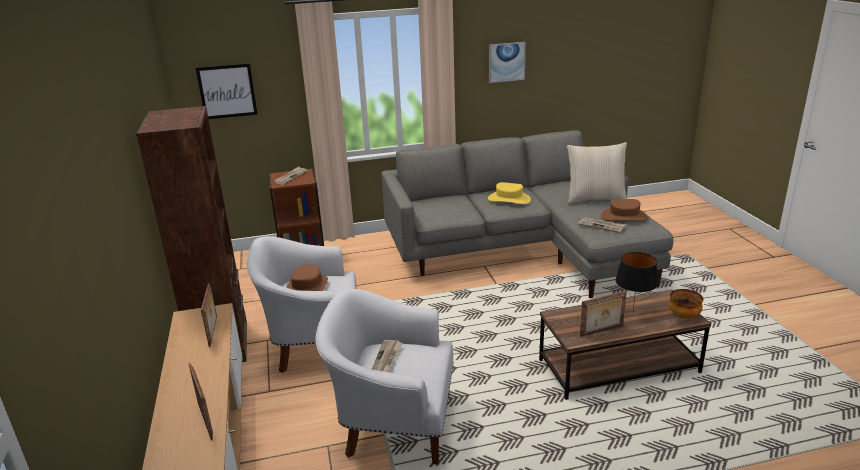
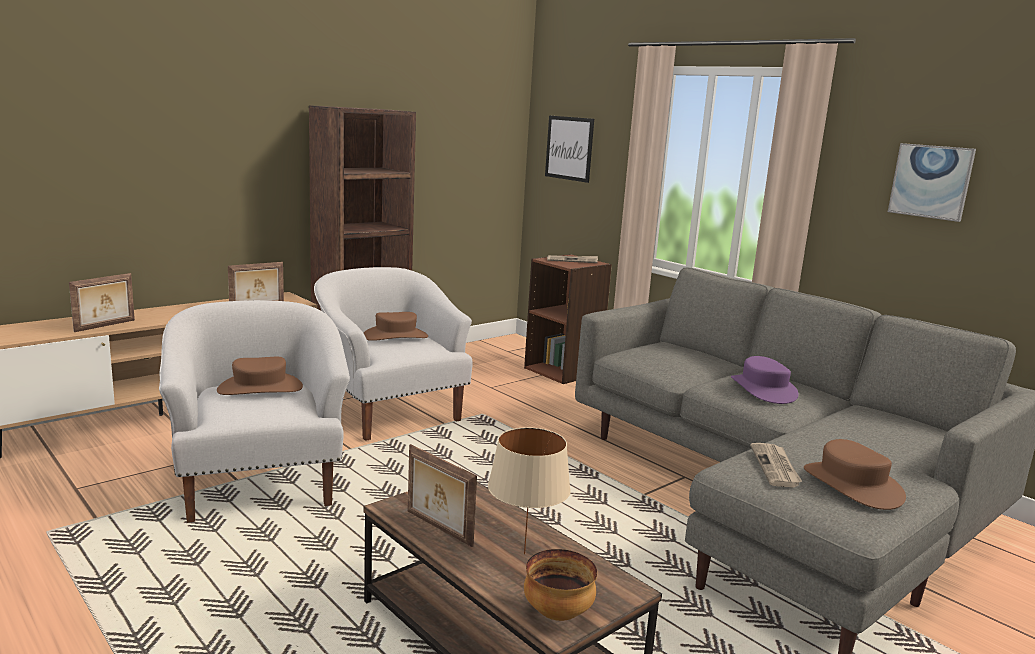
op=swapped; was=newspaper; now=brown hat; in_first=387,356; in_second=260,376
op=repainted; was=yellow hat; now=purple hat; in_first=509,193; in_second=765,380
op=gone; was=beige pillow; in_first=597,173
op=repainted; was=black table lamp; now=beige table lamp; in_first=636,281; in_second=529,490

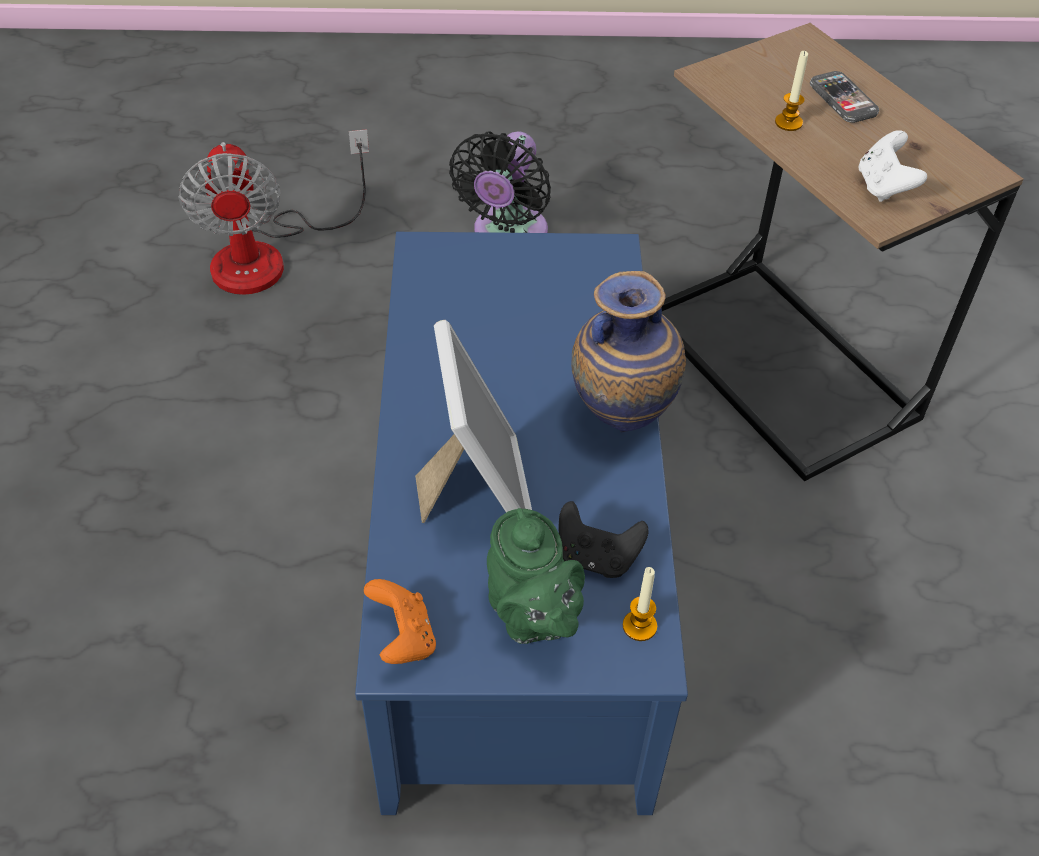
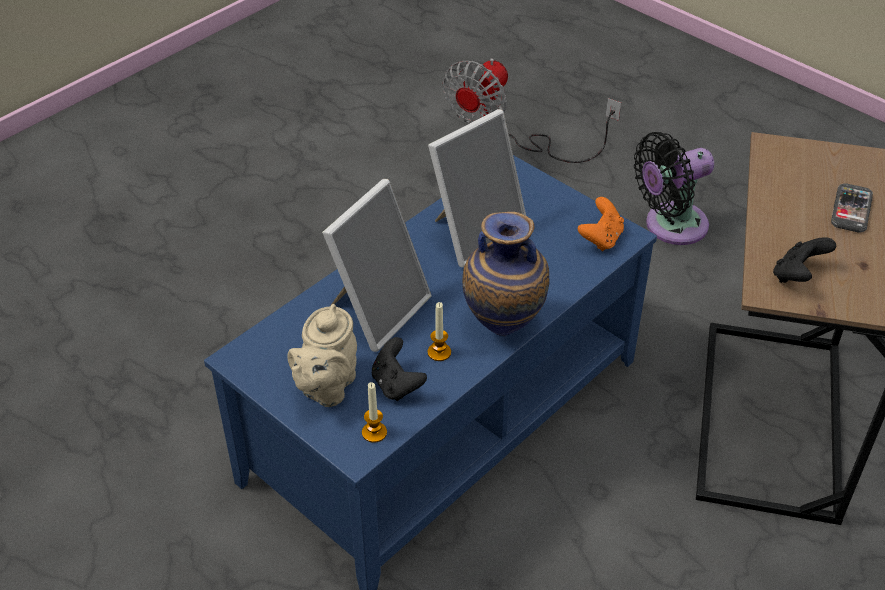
op=shifted; was=orange game controller; in_first=400,621; in_second=601,224
op=repainted; was=green teapot; now=beige teapot; in_first=536,576; in_second=322,355
op=shifted; was=candle; in_first=791,91; in_second=439,331
op=repainted; was=white game controller; now=black game controller; in_first=893,166; in_second=804,260
op=new; now=picture frame; in_second=477,188

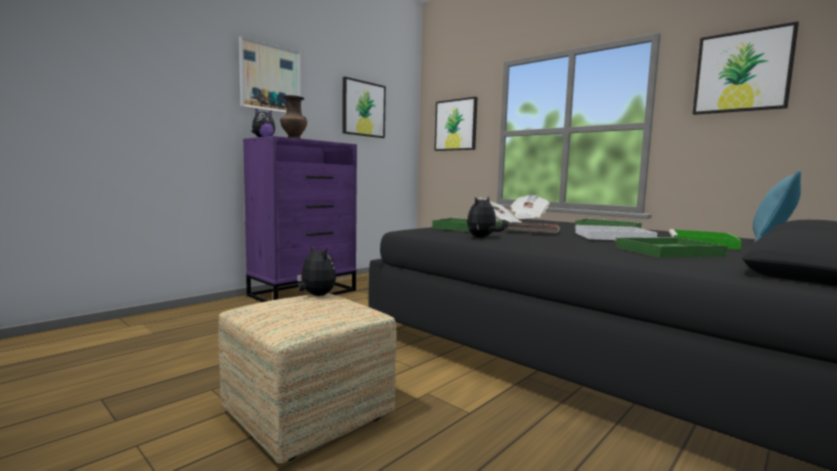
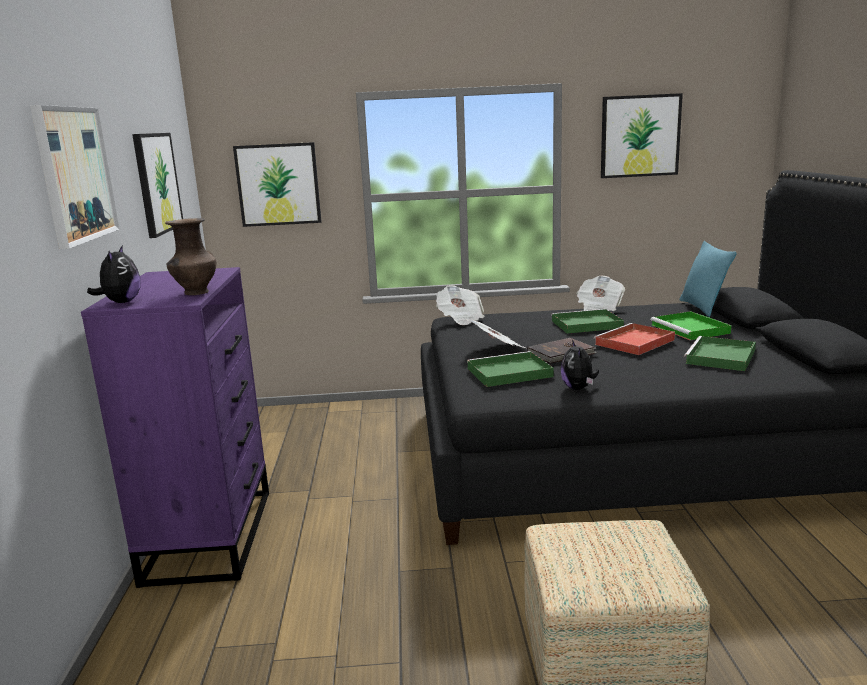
op=gone; was=plush toy; in_first=316,270
op=repainted; was=white tray; now=red tray; in_first=616,232; in_second=634,339
op=new; now=newspaper; in_second=600,293

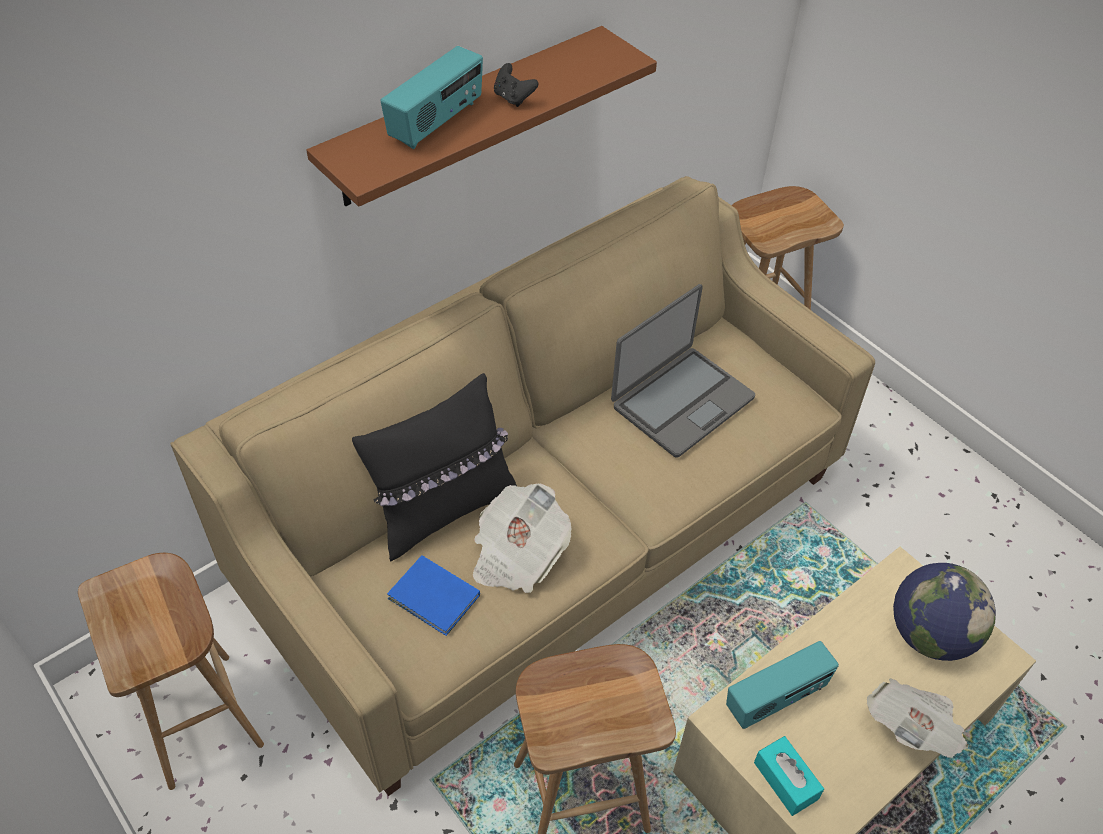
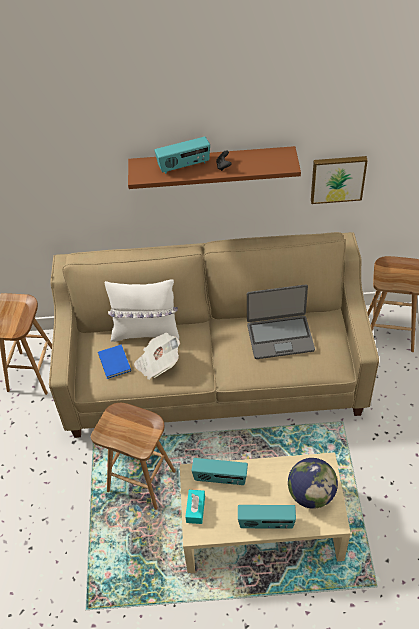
op=repainted; was=black pillow; now=white pillow; in_first=434,467; in_second=142,310
op=swapped; was=newspaper; now=radio; in_first=917,718; in_second=267,517
op=new; now=picture; in_second=339,180

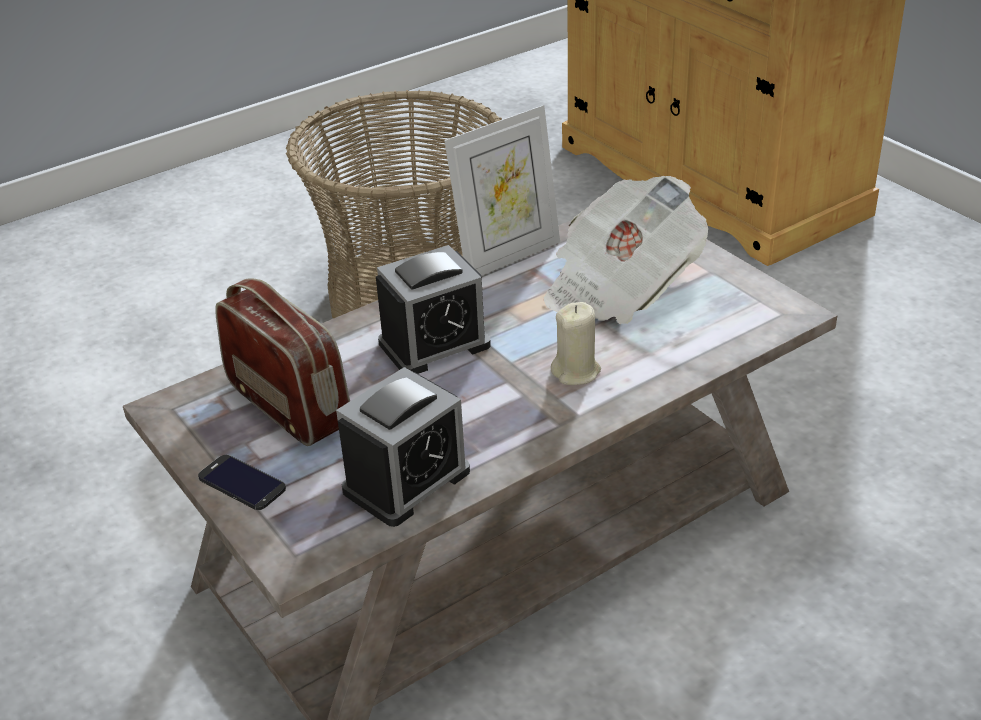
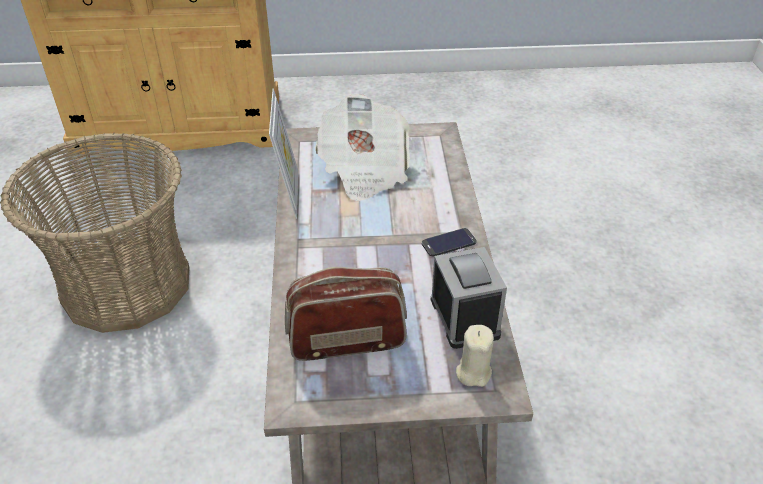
op=shifted; was=phone; in_first=242,482; in_second=449,242
op=gone; was=alarm clock; in_first=433,309
op=shifted; was=beige candle; in_first=576,343; in_second=475,356

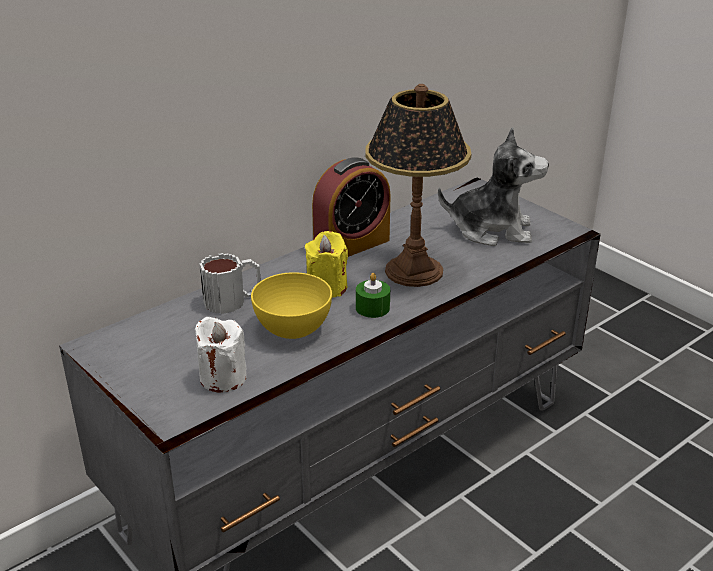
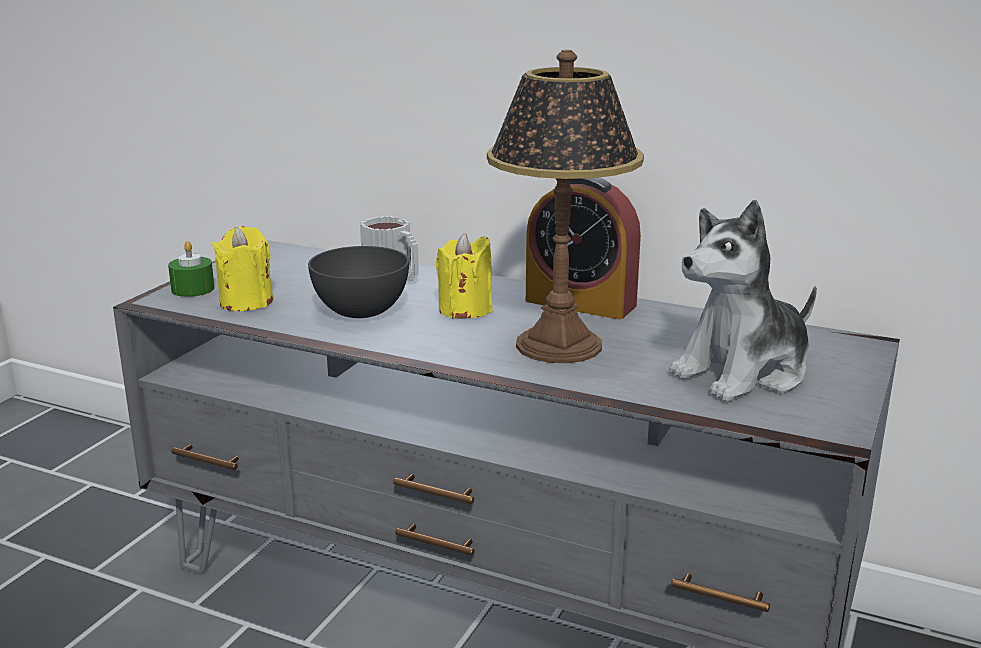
op=repainted; was=white candle; now=yellow candle; in_first=221,354; in_second=242,268
op=repainted; was=yellow bowl; now=grey bowl; in_first=291,305; in_second=358,282
op=shifted; was=green candle; in_first=373,295; in_second=191,269
op=rotated; was=plush toy; in_first=493,186; in_second=743,300; clockwise=75

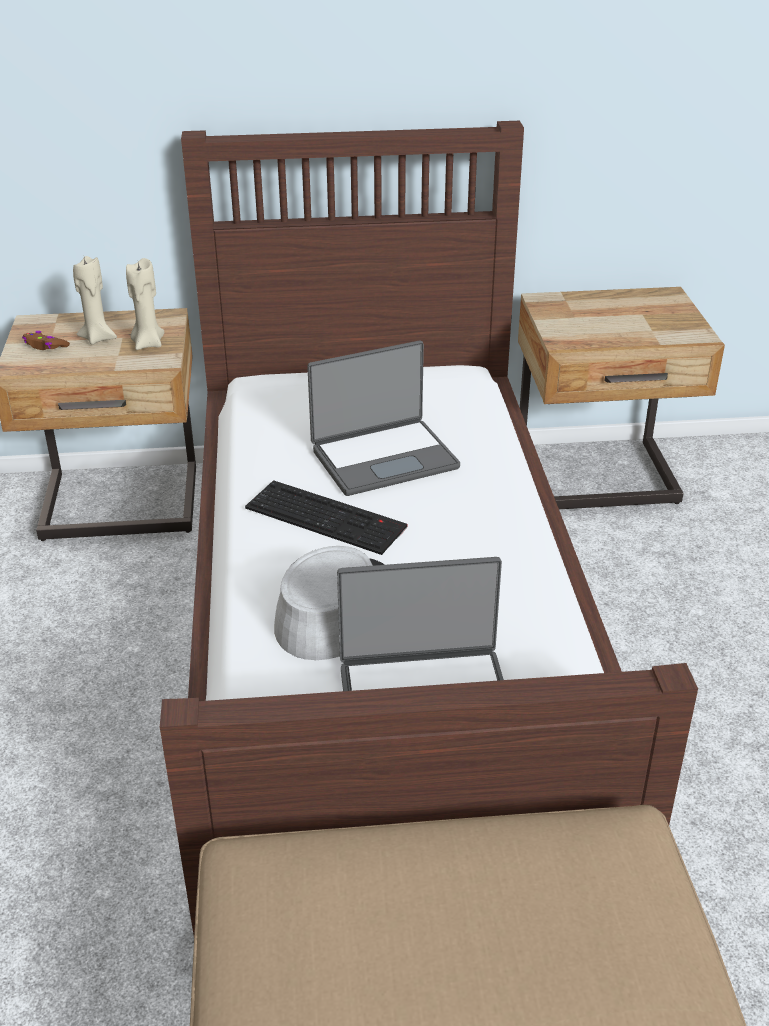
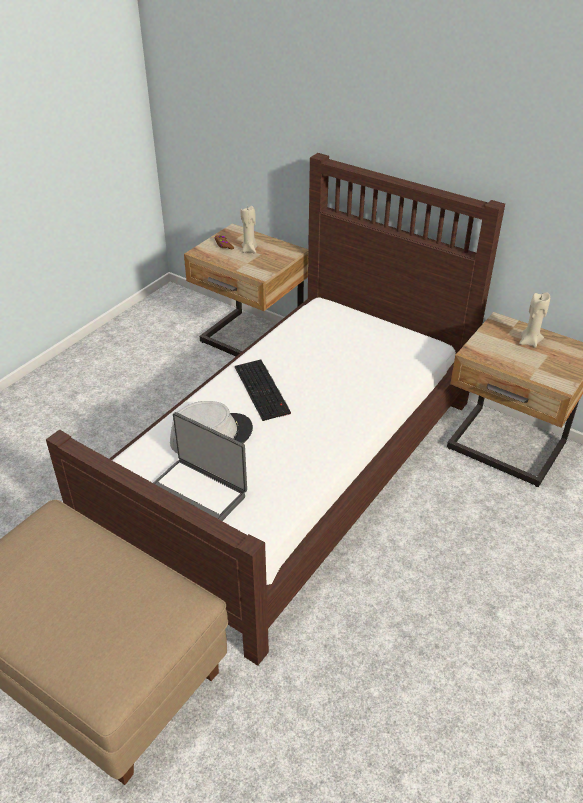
op=shifted; was=beige candle; in_first=145,304; in_second=534,320
op=gone; was=laptop; in_first=383,418

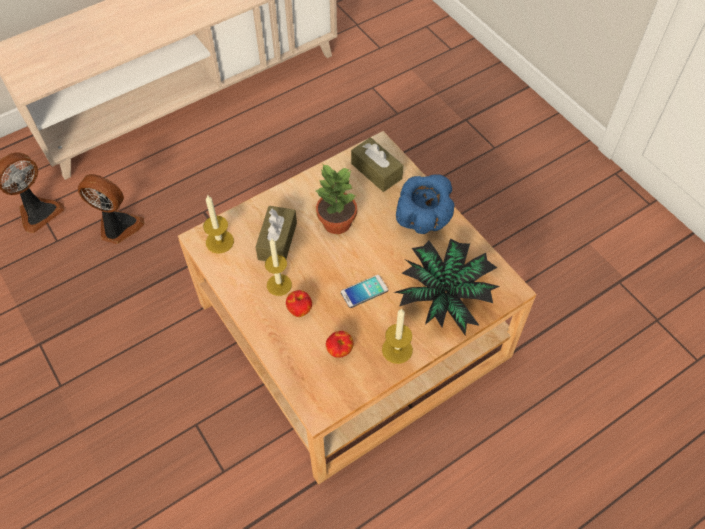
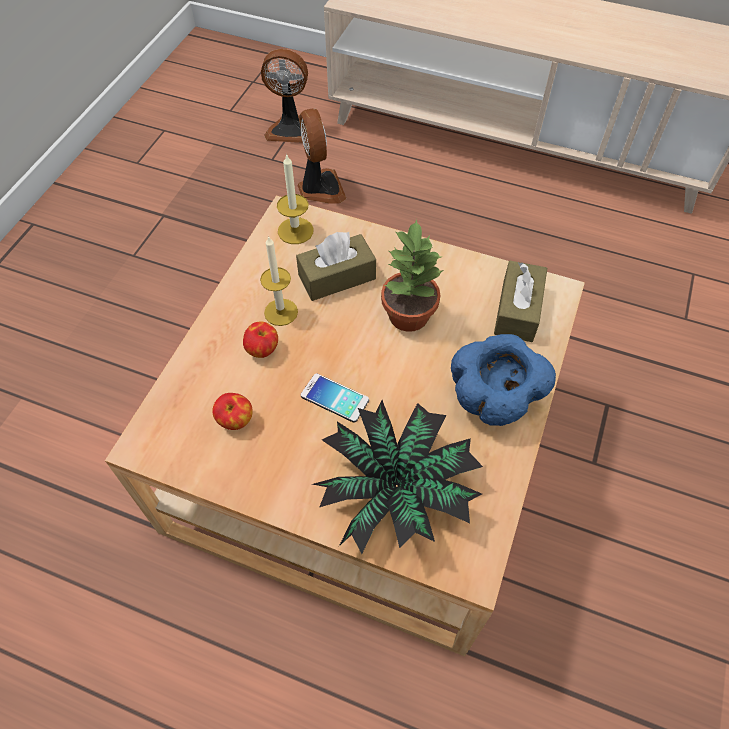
op=gone; was=candle; in_first=397,336

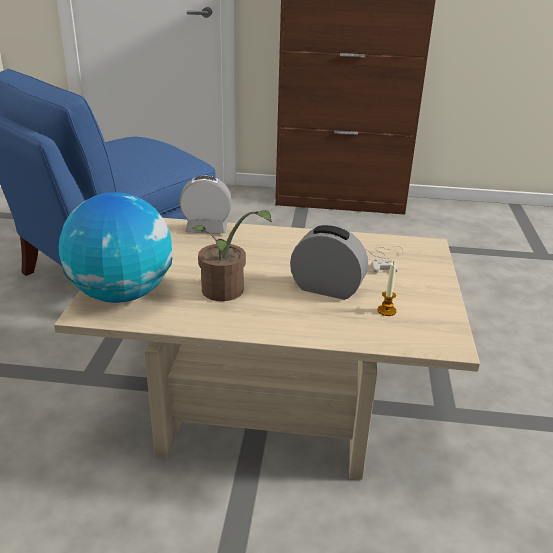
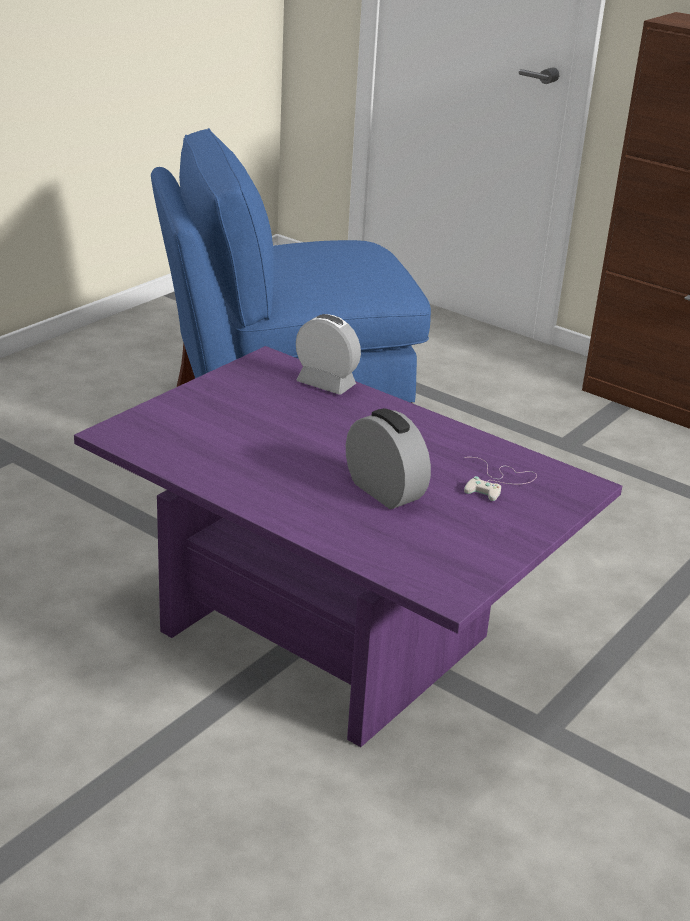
op=repainted; was=beige coffee table; now=purple coffee table; in_first=267,349; in_second=348,546
op=gone; was=globe; in_first=115,248
op=gone; was=potted plant; in_first=232,255
op=gone; was=candle; in_first=386,289

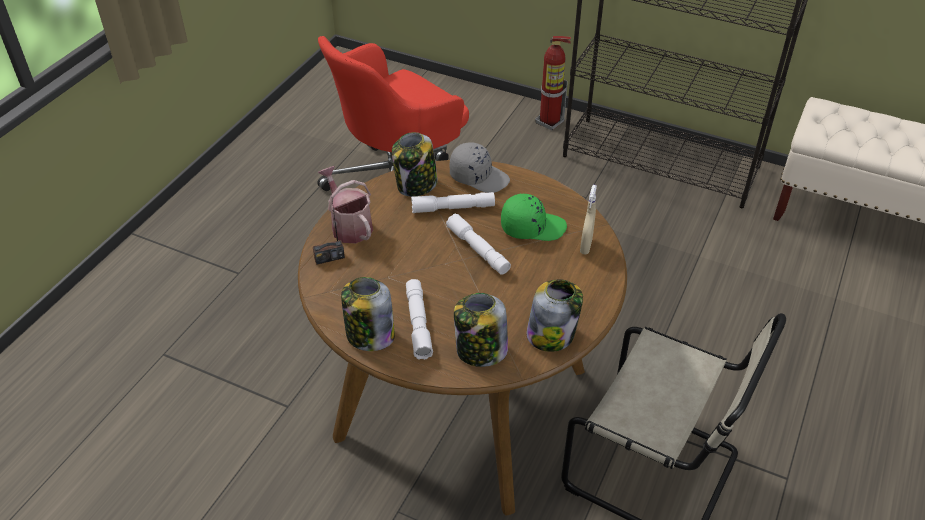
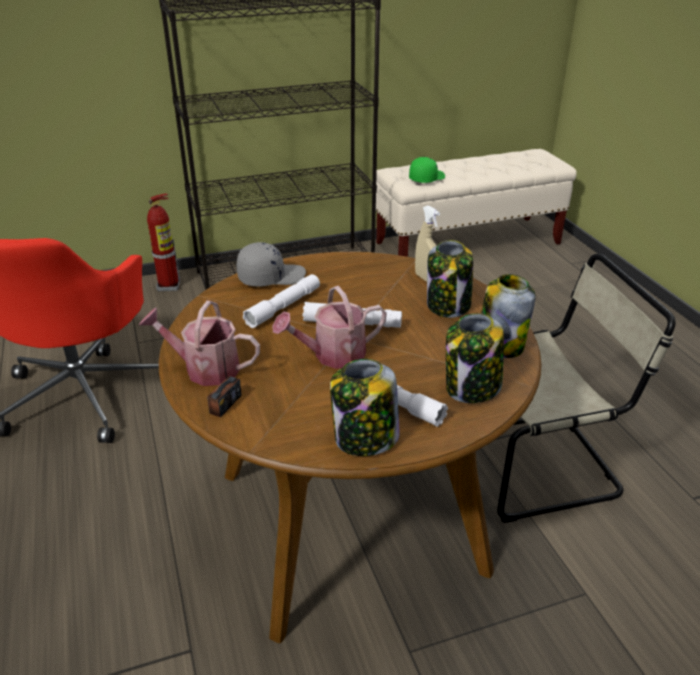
op=shifted; was=jar; in_first=415,164; in_second=450,279
op=shifted; was=green cap; in_first=534,217; in_second=427,170
op=new; now=watering can; in_second=329,327

